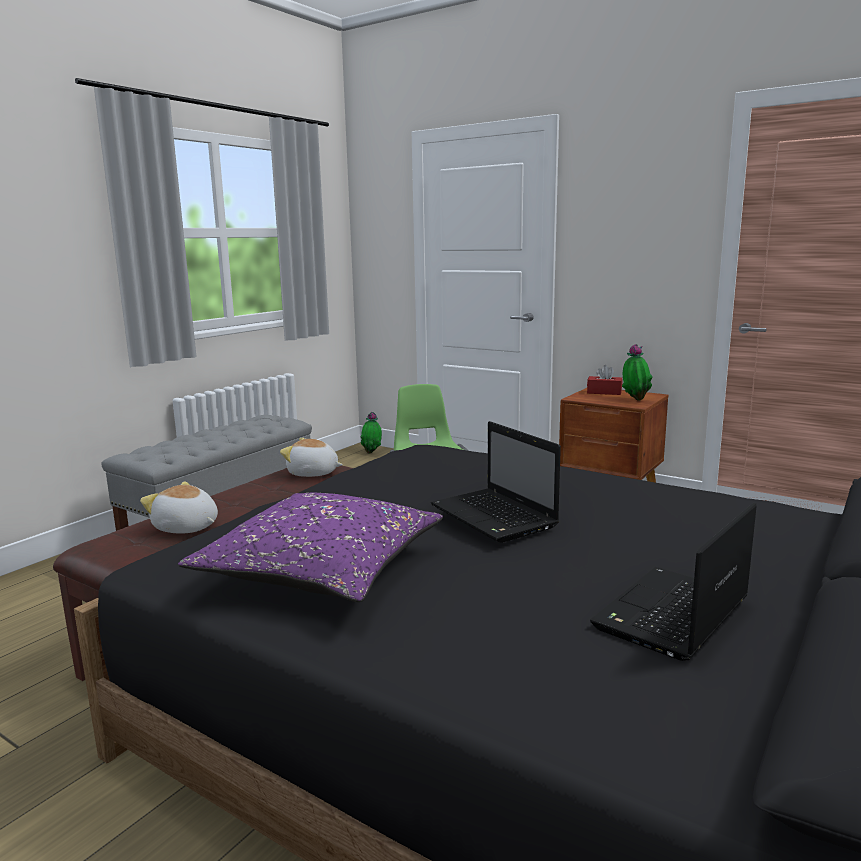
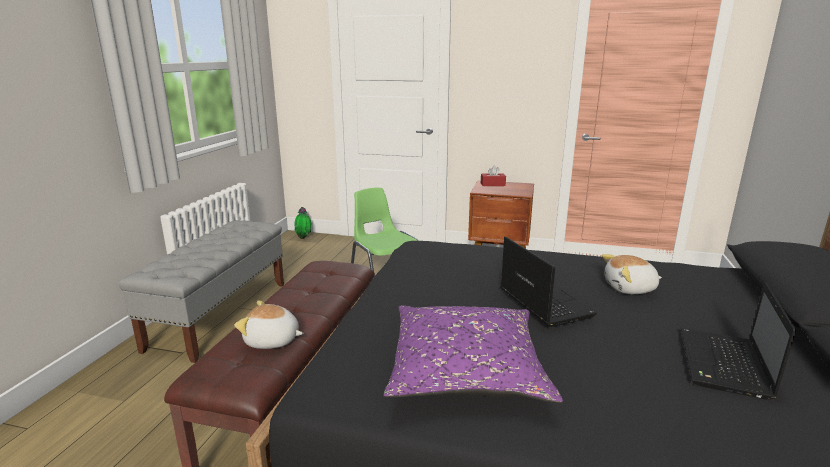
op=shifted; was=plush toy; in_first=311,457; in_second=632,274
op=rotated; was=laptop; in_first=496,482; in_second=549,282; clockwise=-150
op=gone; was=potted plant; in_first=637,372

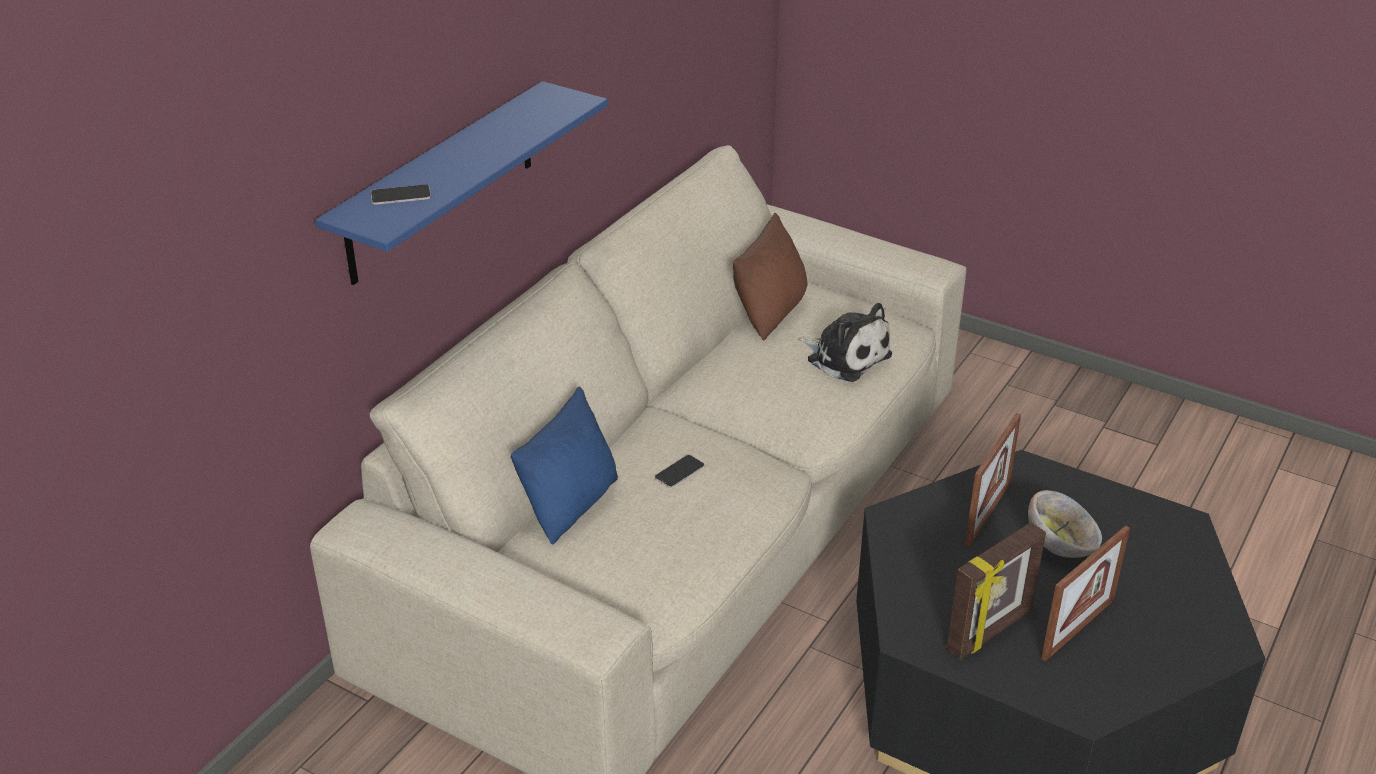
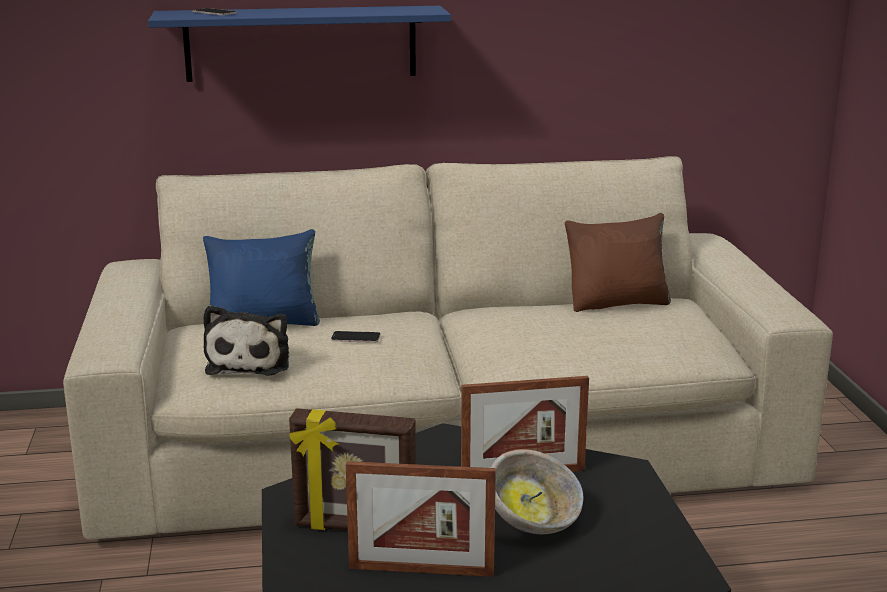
op=shifted; was=plush toy; in_first=845,342; in_second=246,340

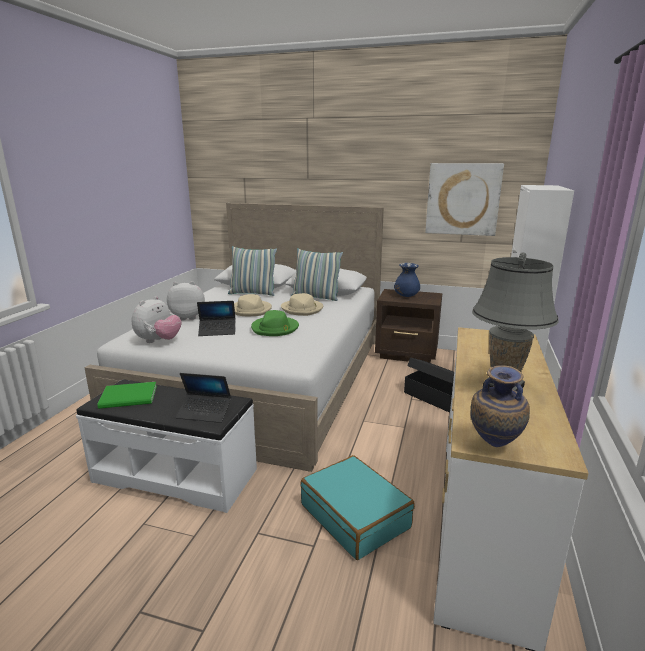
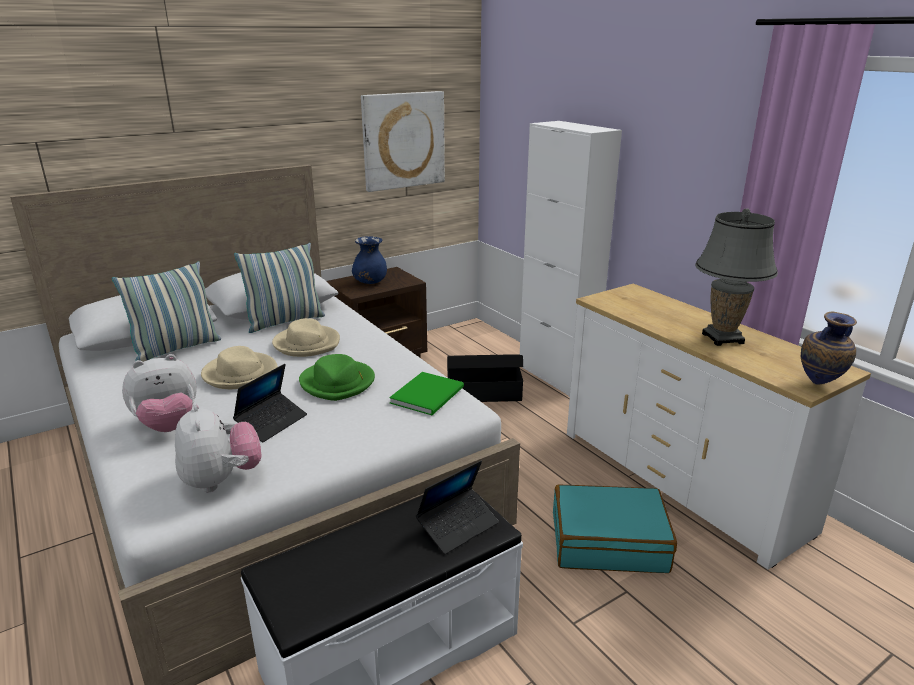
op=shifted; was=green book; in_first=127,395; in_second=426,393
op=rotated; was=plush toy; in_first=186,300; in_second=159,393; clockwise=-150

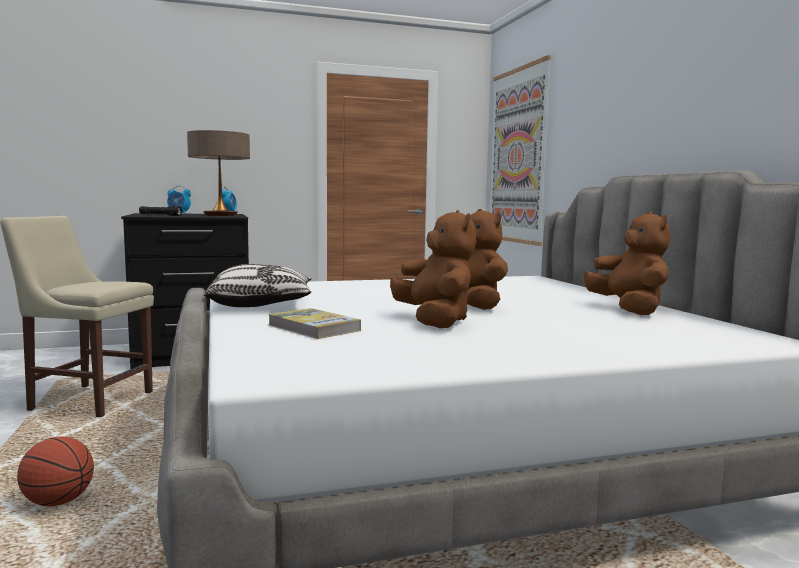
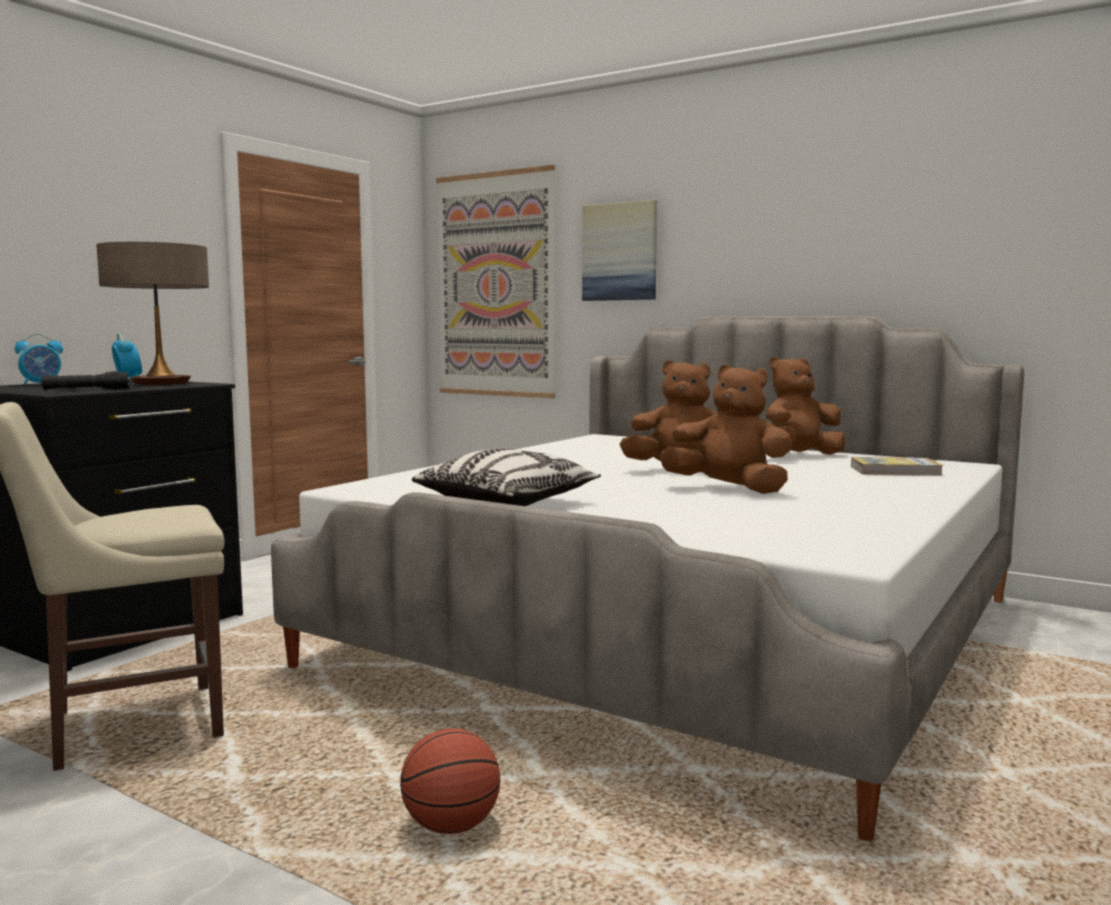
op=shifted; was=book; in_first=314,323; in_second=897,466
op=rotated; was=brown plush toy; in_first=627,263; in_second=805,406; clockwise=-60
op=new; now=picture; in_second=619,250

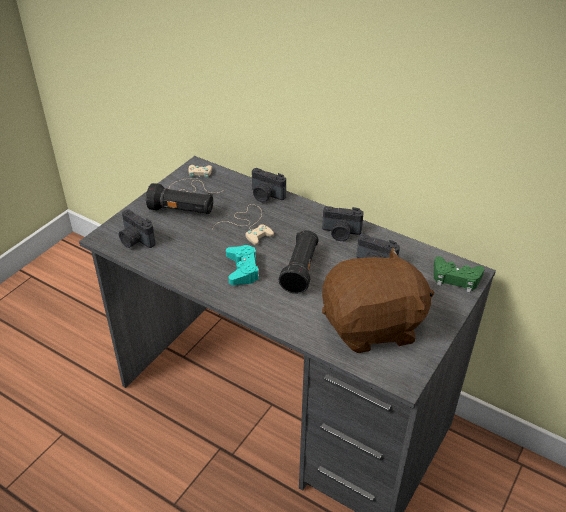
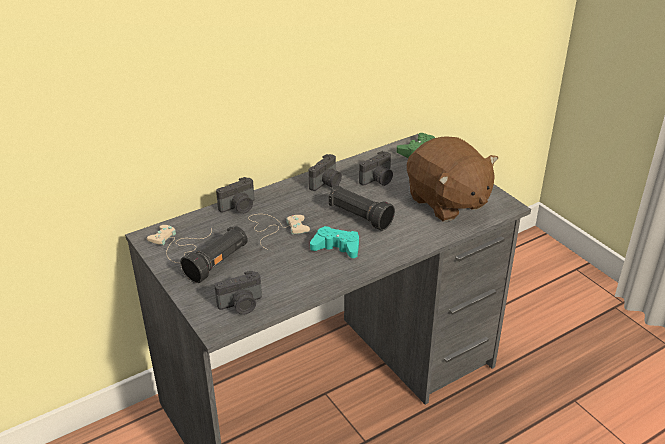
op=rotated; was=brown plush toy; in_first=378,300; in_second=452,179; clockwise=135

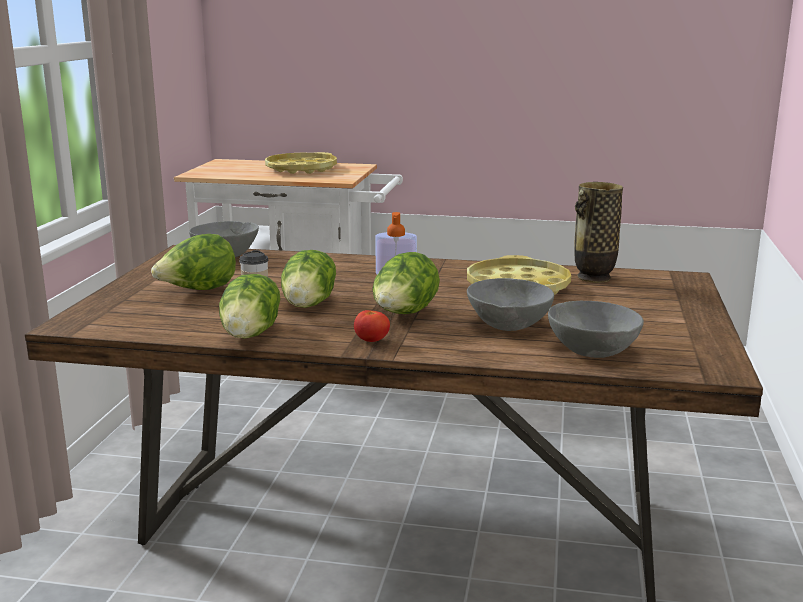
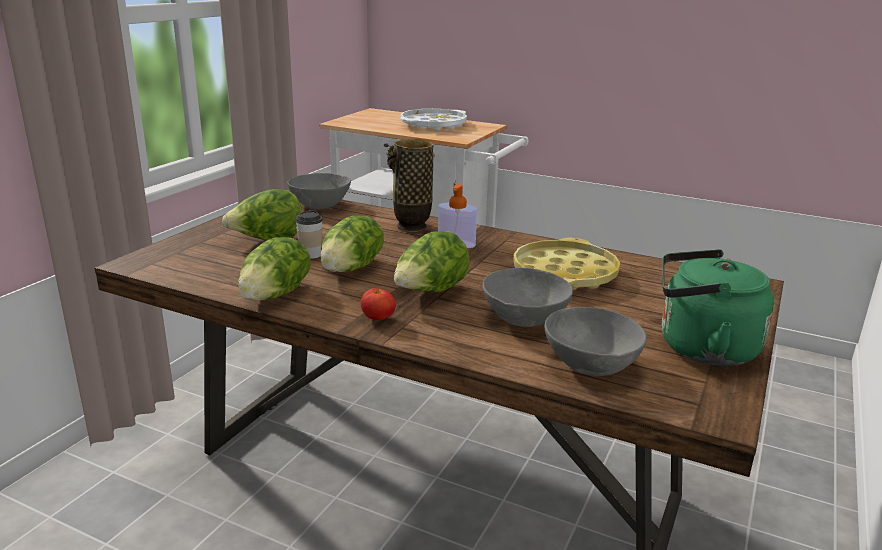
op=repainted; was=yellow tray; now=white tray; in_first=301,163; in_second=433,119
op=shifted; was=vase; in_first=598,232; in_second=410,185
op=new; now=green kettle; in_second=718,307

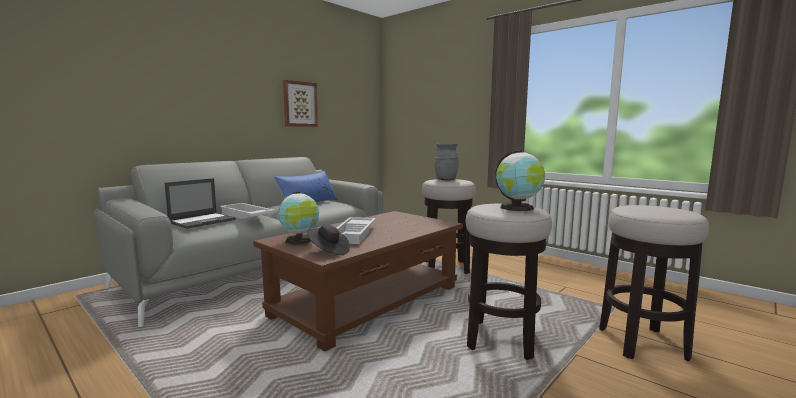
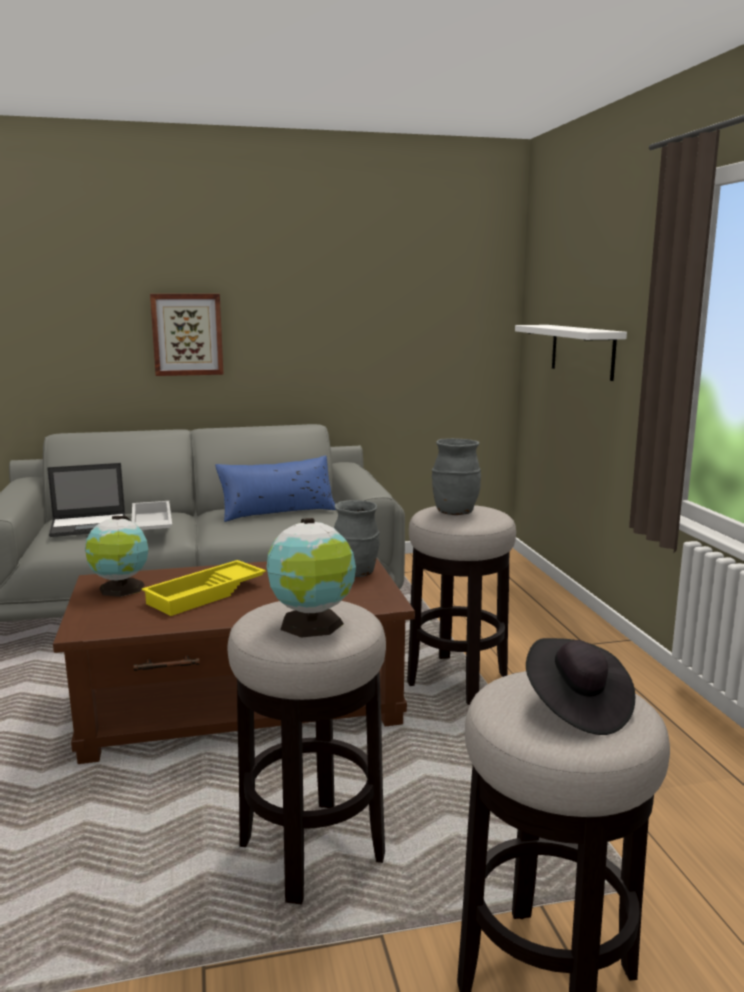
op=shifted; was=picture; in_first=300,103; in_second=187,335
op=shifted; was=black hat; in_first=328,239; in_second=580,686
op=repainted; was=white tray; now=yellow tray; in_first=356,230; in_second=203,588
op=new; now=grey vase; in_second=357,538
op=new; now=white shelf; in_second=571,353

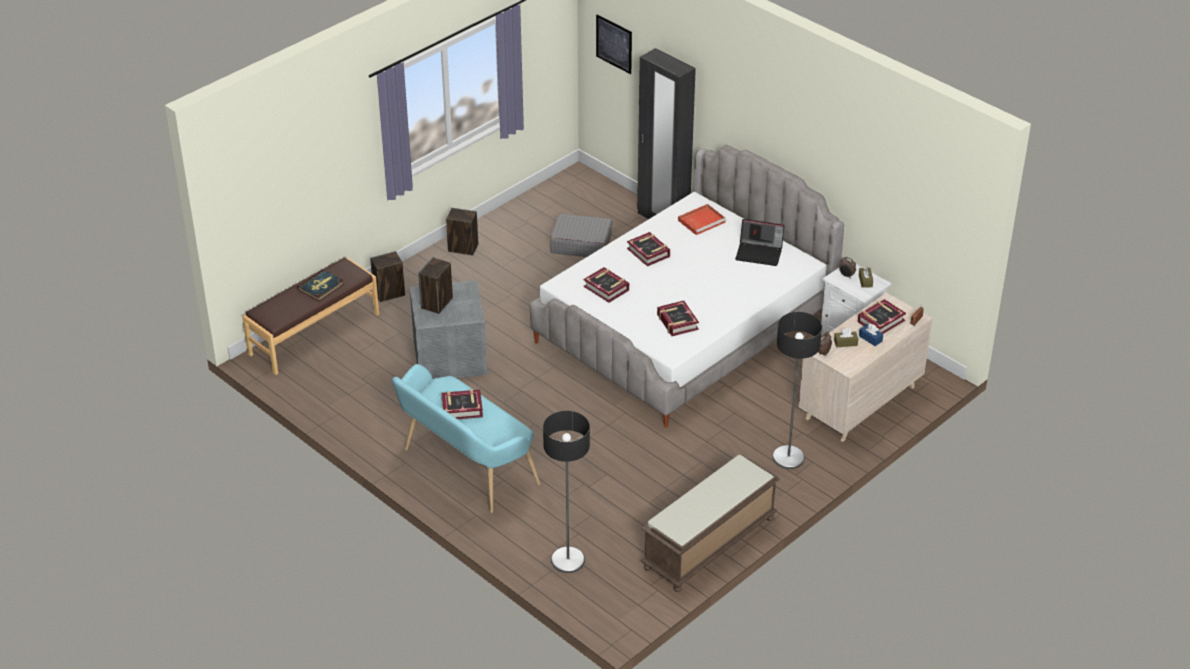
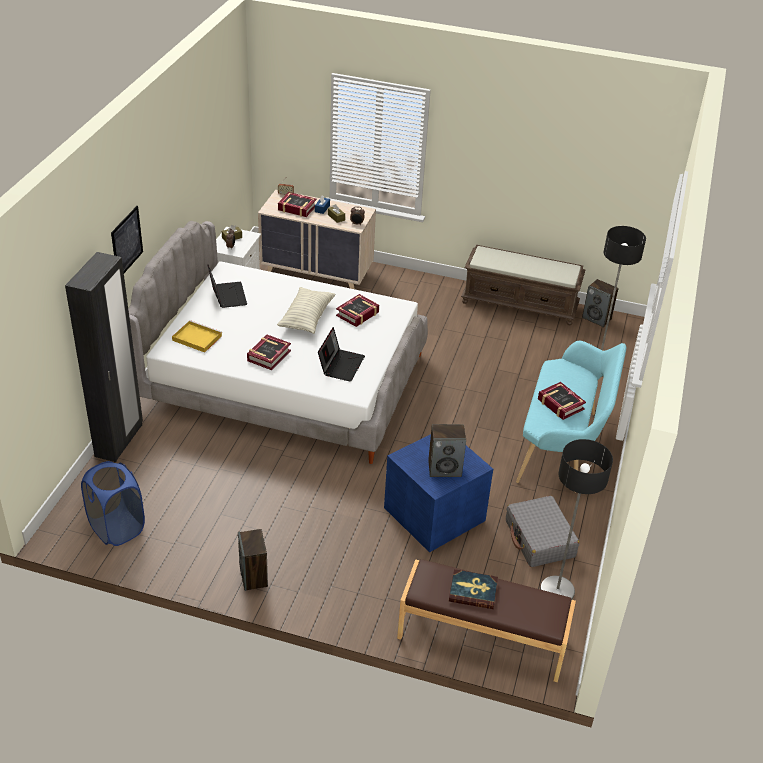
op=shifted; was=speaker; in_first=387,276; in_second=600,303
op=repainted; was=grey storage box; now=blue storage box; in_first=448,329; in_second=438,493
op=shifted; was=grey suitcase; in_first=581,235; in_second=542,531
op=swapped; was=book; now=laptop; in_first=606,285; in_second=341,354
op=shifted; was=picture; in_first=614,44; in_second=127,239
op=repainted; was=red tray; now=yellow tray; in_first=702,219; in_second=197,336
op=shifted; was=floor lamp; in_first=797,390; in_second=576,519
op=new; now=blue laundry basket; in_second=113,503
op=new; now=pillow; in_second=306,310

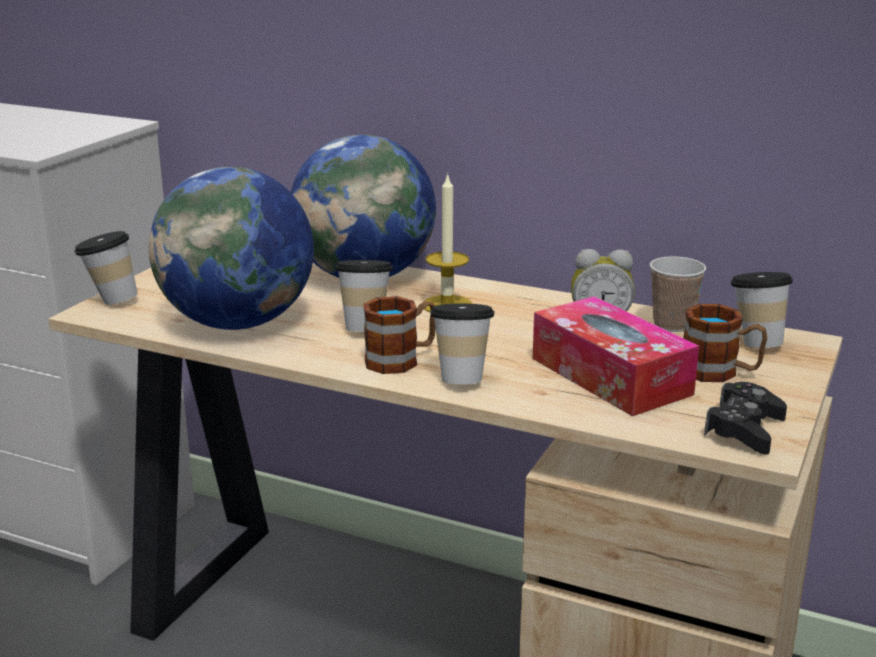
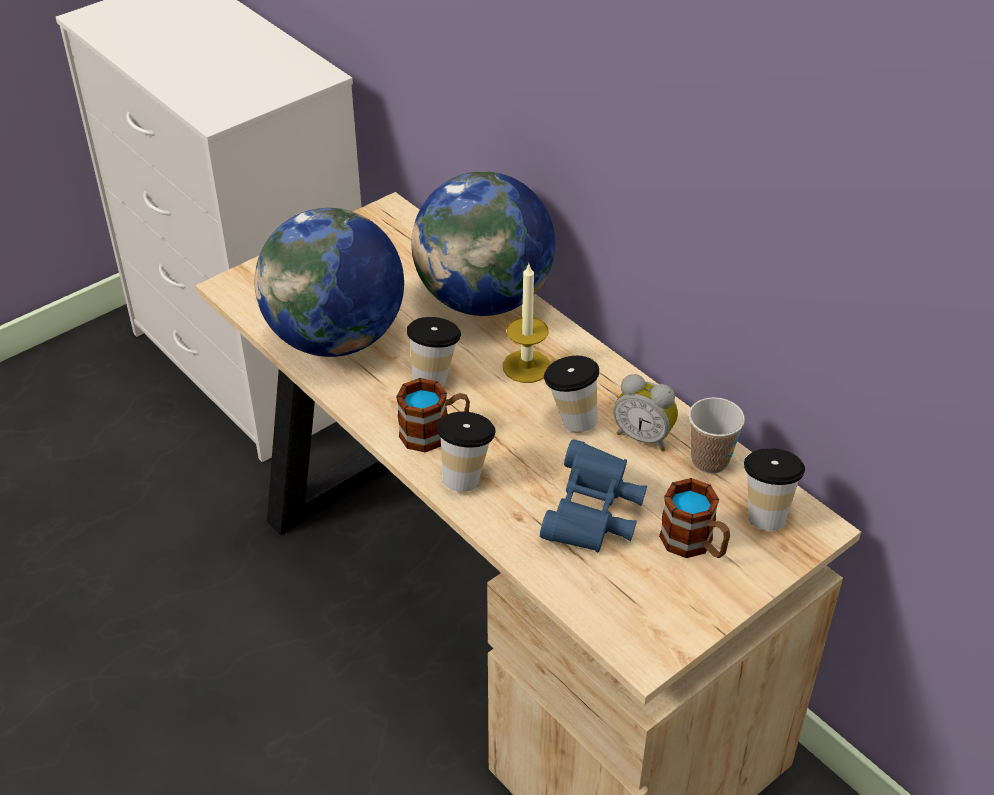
op=shifted; was=cup; in_first=106,268; in_second=571,394
op=swapped; was=tissue box; now=blue binoculars; in_first=615,356; in_second=593,495
op=gone; was=black game controller; in_first=745,418

